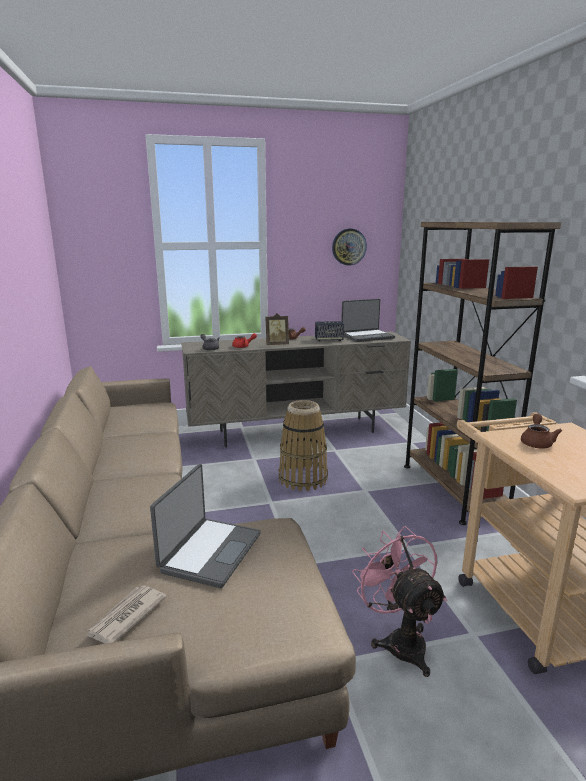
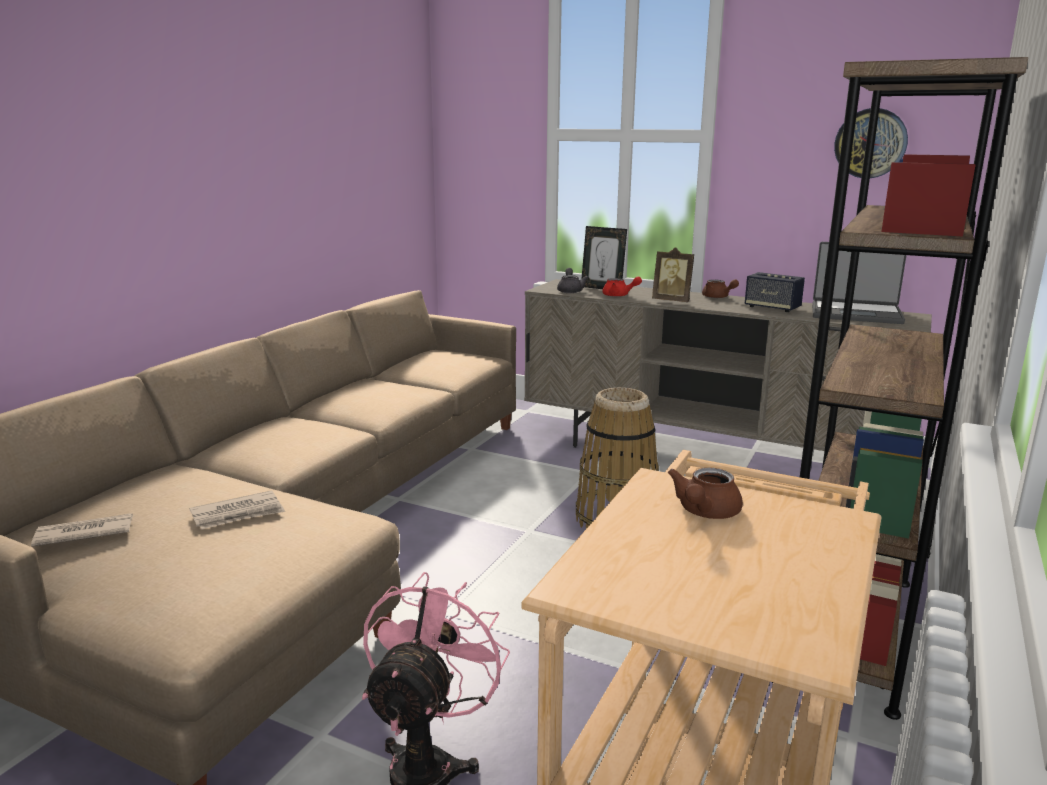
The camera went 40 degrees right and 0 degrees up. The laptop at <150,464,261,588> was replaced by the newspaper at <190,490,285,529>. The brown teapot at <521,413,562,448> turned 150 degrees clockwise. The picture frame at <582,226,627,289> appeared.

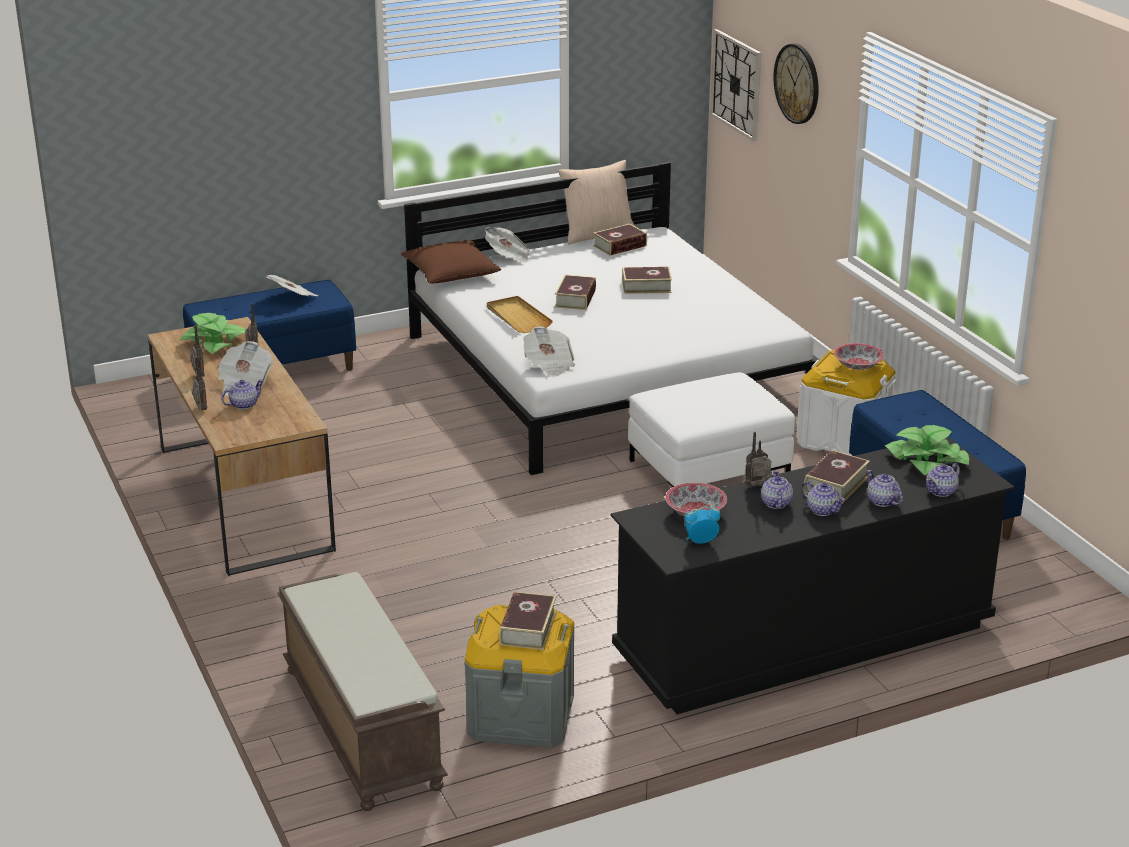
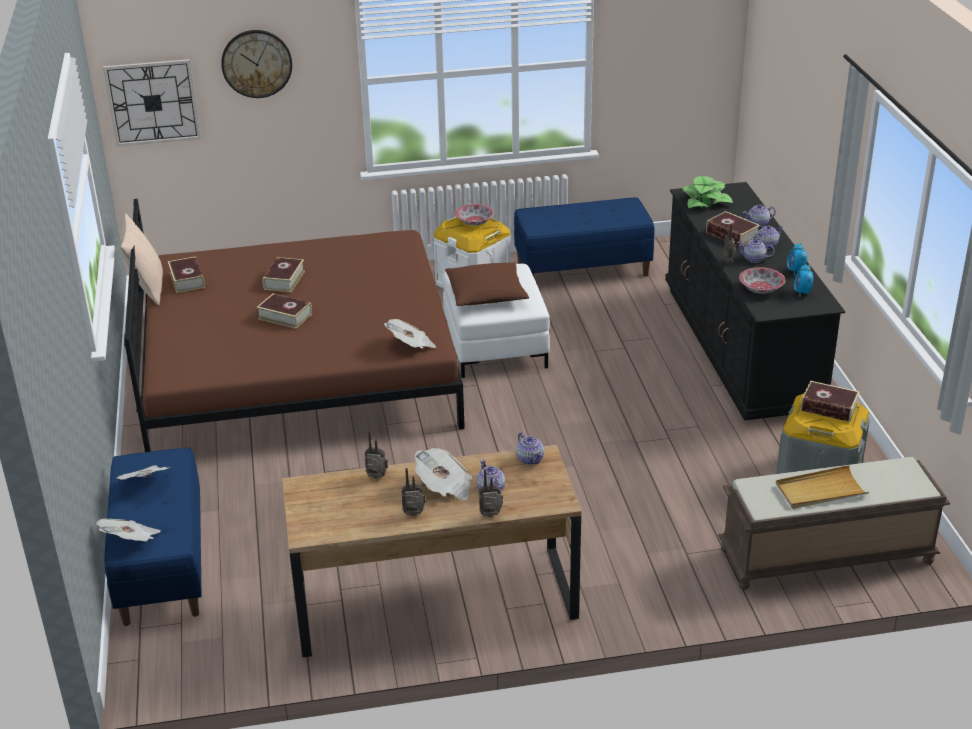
The camera went 75 degrees left and 5 degrees up. The potted plant at <179,313,246,354> disappeared. The brown pillow moved from <401,241,501,283> to <445,262,529,306>. The white bed at <404,162,819,475> became the brown bed at <124,199,465,452>. The newspaper moved from <485,227,530,263> to <96,519,161,542>. The beige tray moved from <487,296,553,333> to <776,465,869,509>. The teapot moved from <926,463,960,497> to <516,432,544,465>. The alarm clock at <787,243,807,276> appeared.

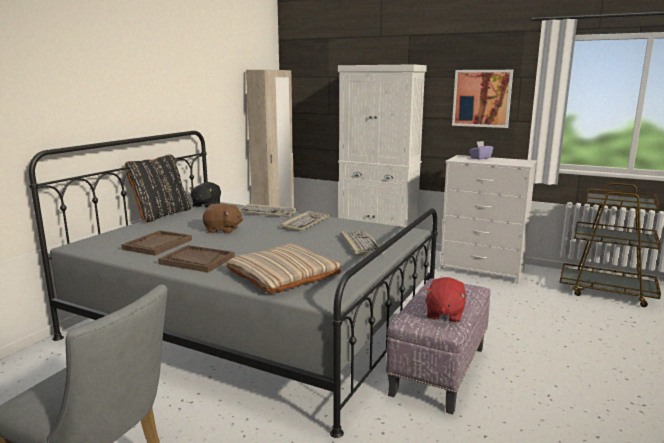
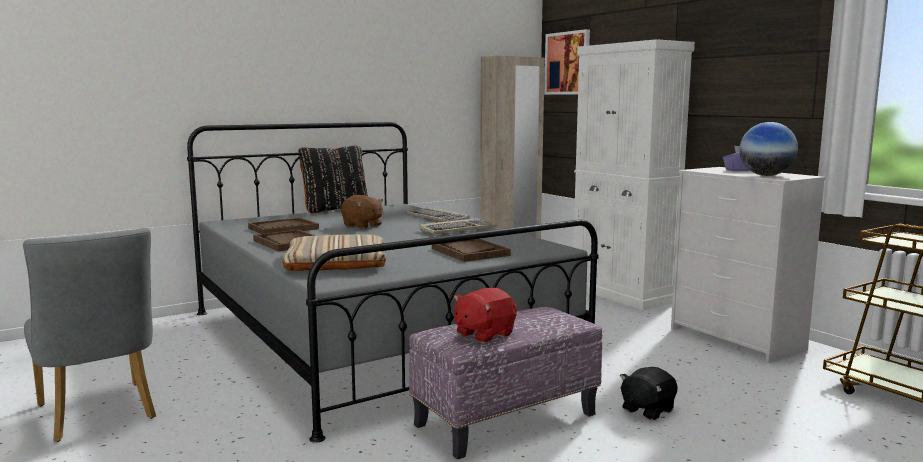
The camera went 30 degrees right and 5 degrees down. The black plush toy moved from <189,182,221,208> to <620,367,677,420>. The keyboard at <341,231,385,256> was replaced by the brown tray at <432,239,511,262>. The picture moved from <452,70,513,128> to <544,29,590,95>. The globe at <739,122,798,176> appeared.

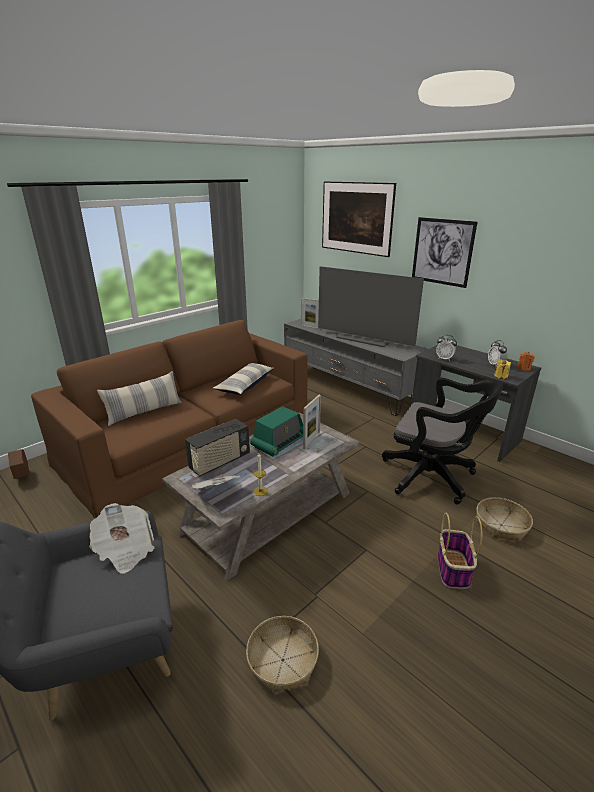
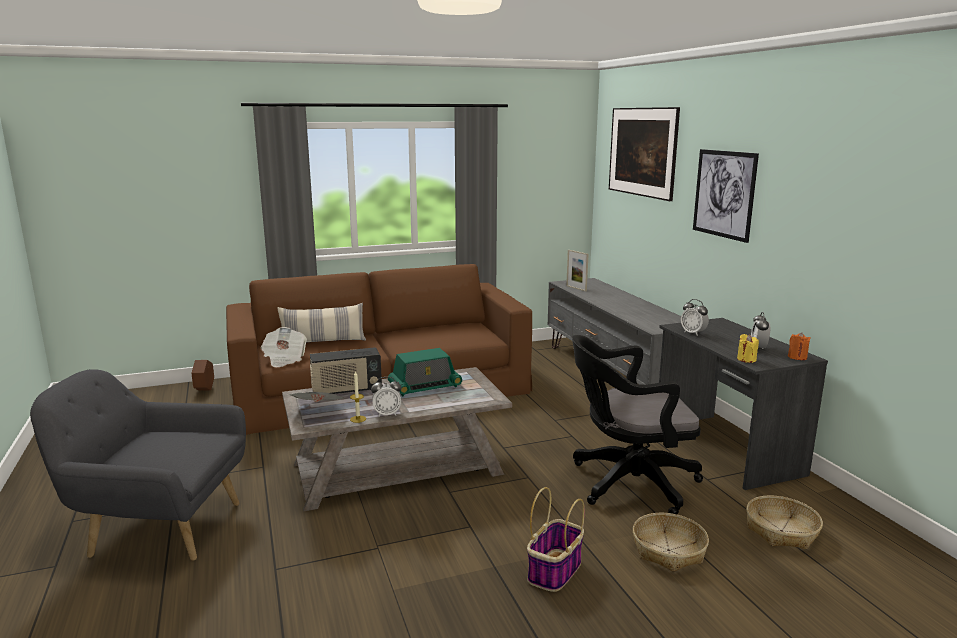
The camera went 25 degrees right and 10 degrees down. The newspaper moved from <90,503,155,573> to <261,327,307,368>. The pillow at <213,363,274,394> disappeared. The basket moved from <246,616,319,693> to <746,495,823,549>. The picture frame at <303,395,321,449> disappeared. The television at <318,266,424,347> disappeared. The black office chair at <382,378,503,504> turned 120 degrees clockwise. The alarm clock at <371,377,402,416> appeared.

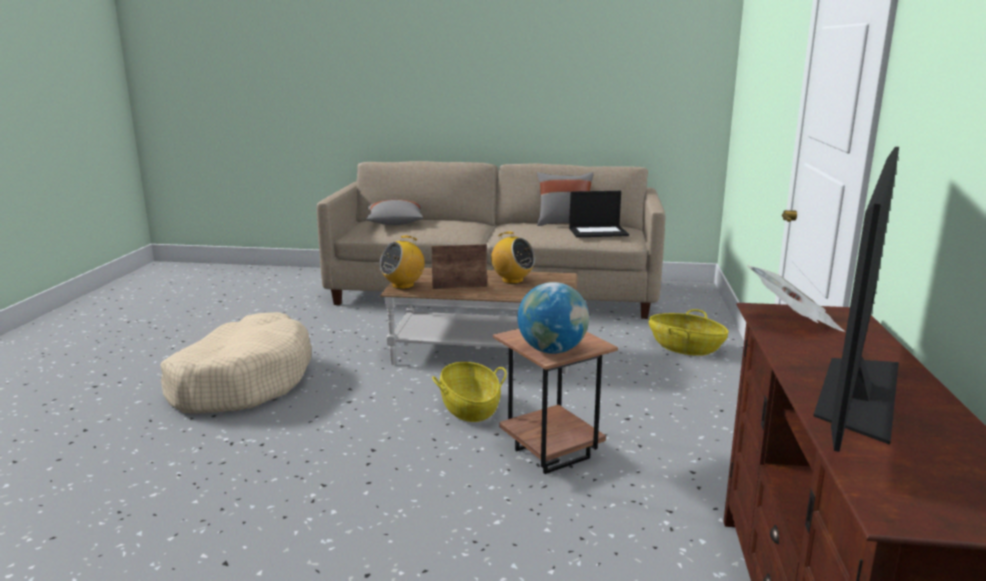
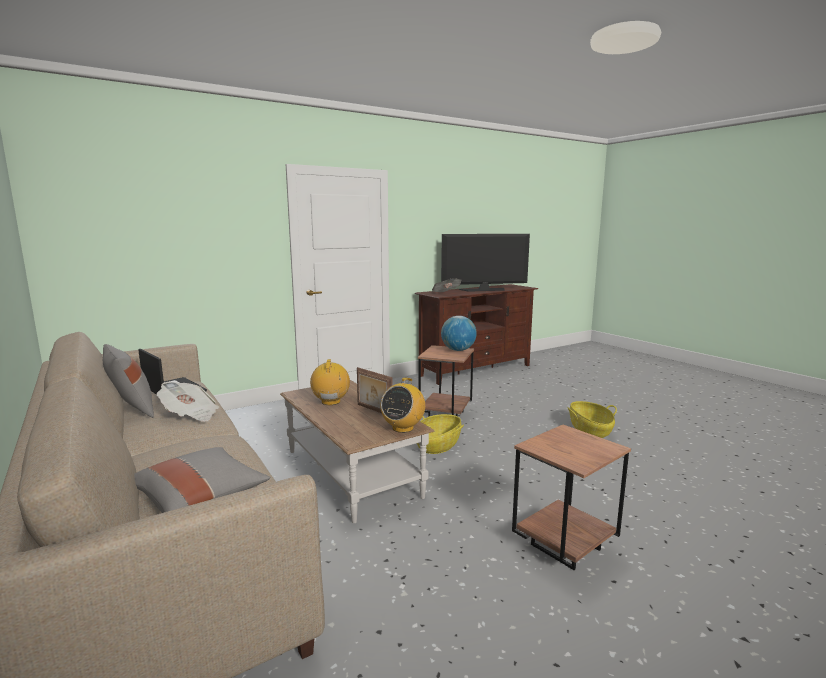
The camera went 130 degrees left and 5 degrees down. The beige dog bed at <160,312,312,414> was replaced by the brown side table at <512,424,631,570>. The radio at <379,235,425,289> turned 105 degrees clockwise. The basket moved from <649,309,729,356> to <567,401,617,438>. The newspaper at <157,382,219,422> appeared.

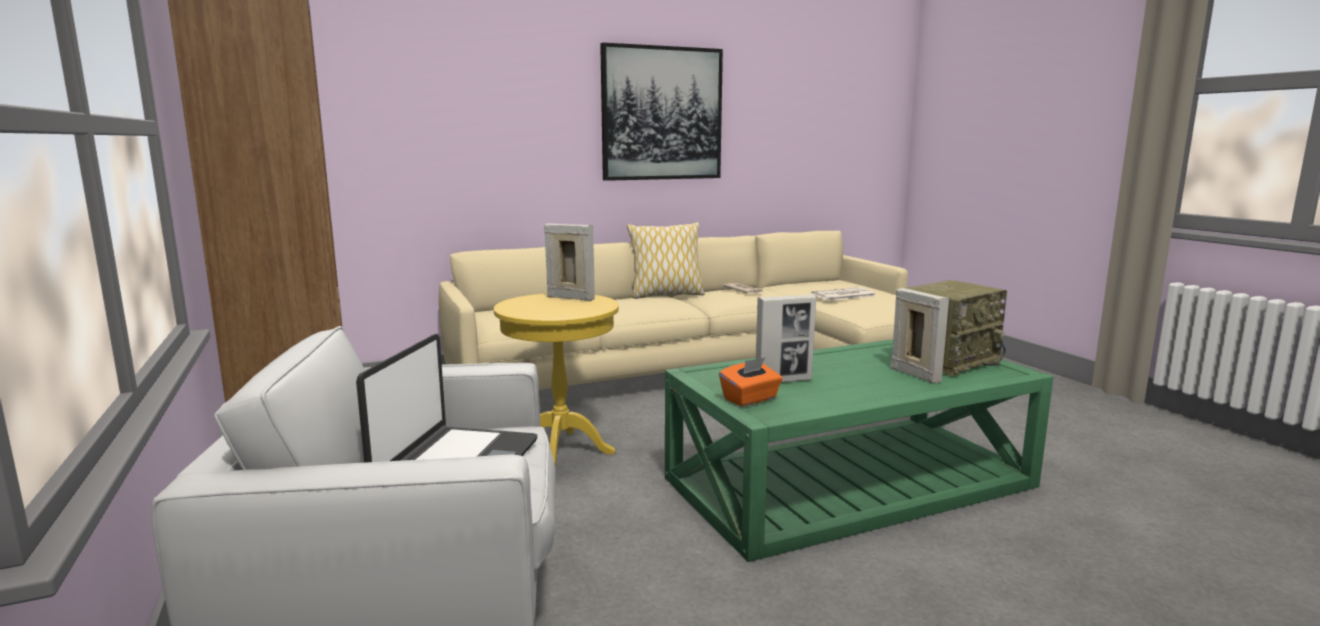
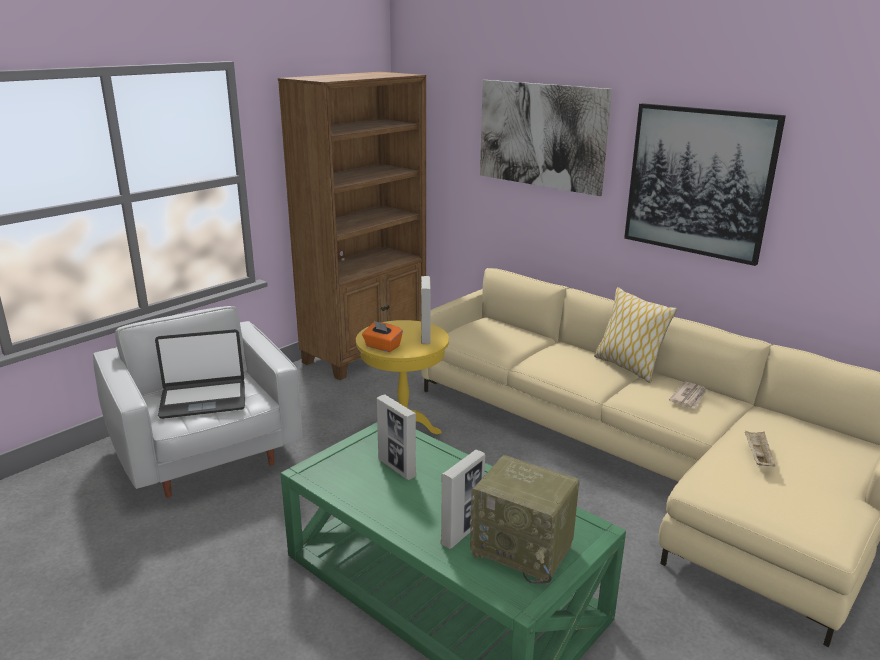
The camera went 65 degrees right and 10 degrees up. The orange tissue box moved from <719,357,782,406> to <362,321,403,352>. The newspaper at <811,287,876,301> was replaced by the beige tray at <745,431,775,466>. The picture at <480,80,612,196> appeared.

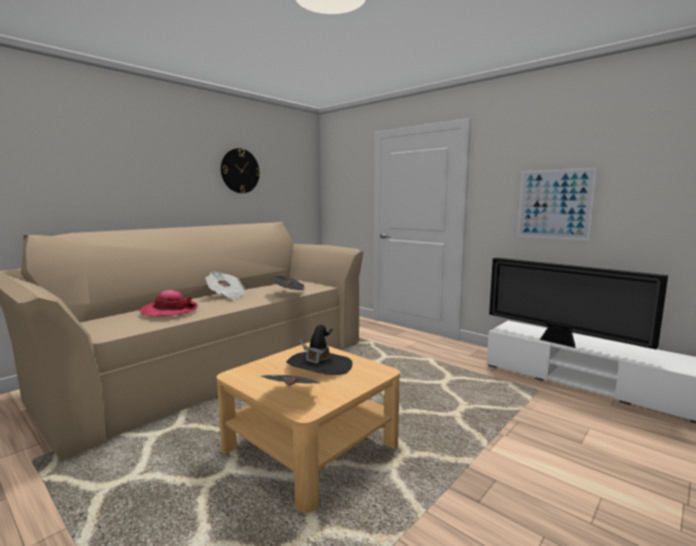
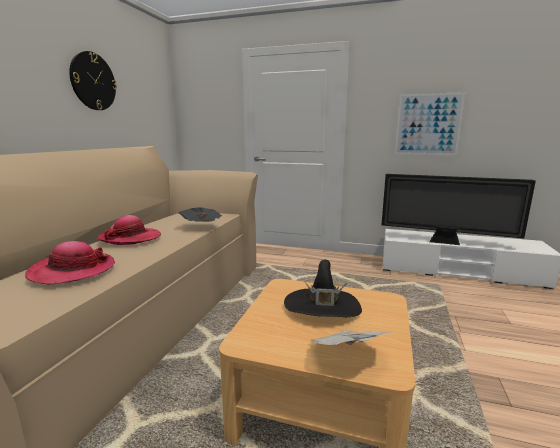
The camera went 25 degrees left and 5 degrees up. The newspaper at <205,272,247,299> was replaced by the hat at <97,215,161,245>.

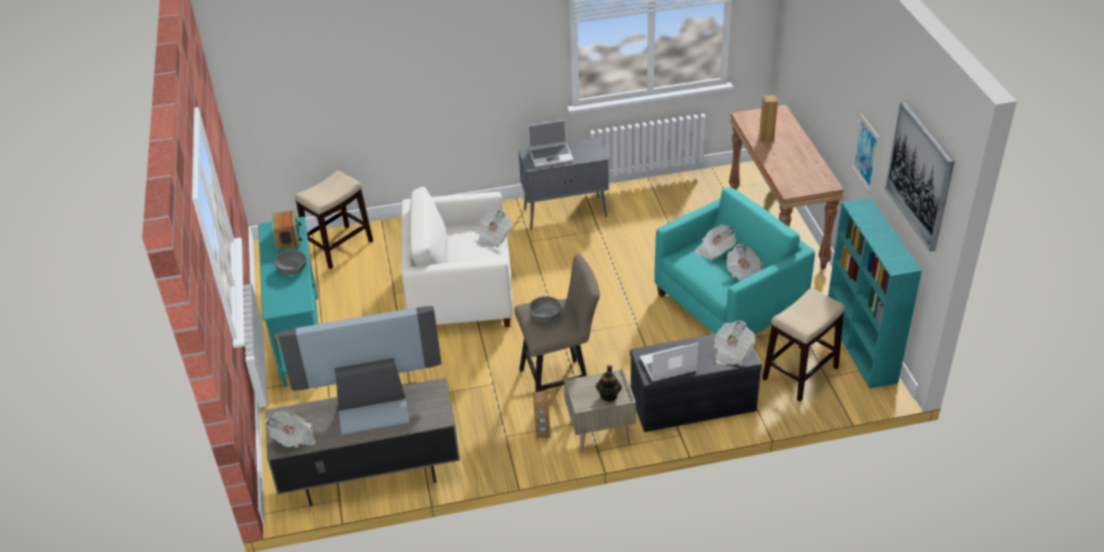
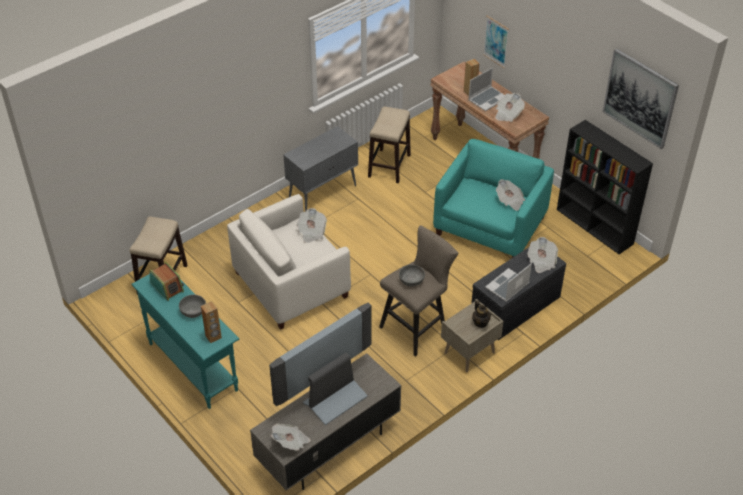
The camera went 30 degrees left and 5 degrees up. The laptop moved from <527,119,574,168> to <468,67,504,111>. The brown speaker moved from <533,391,551,439> to <201,301,222,343>. The newspaper moved from <695,224,736,260> to <495,93,525,122>. The stool moved from <762,288,845,402> to <368,107,411,183>. The turquoise bookcase at <828,198,922,388> became the black bookcase at <557,120,653,254>. The picture moved from <852,114,880,193> to <483,16,509,69>.

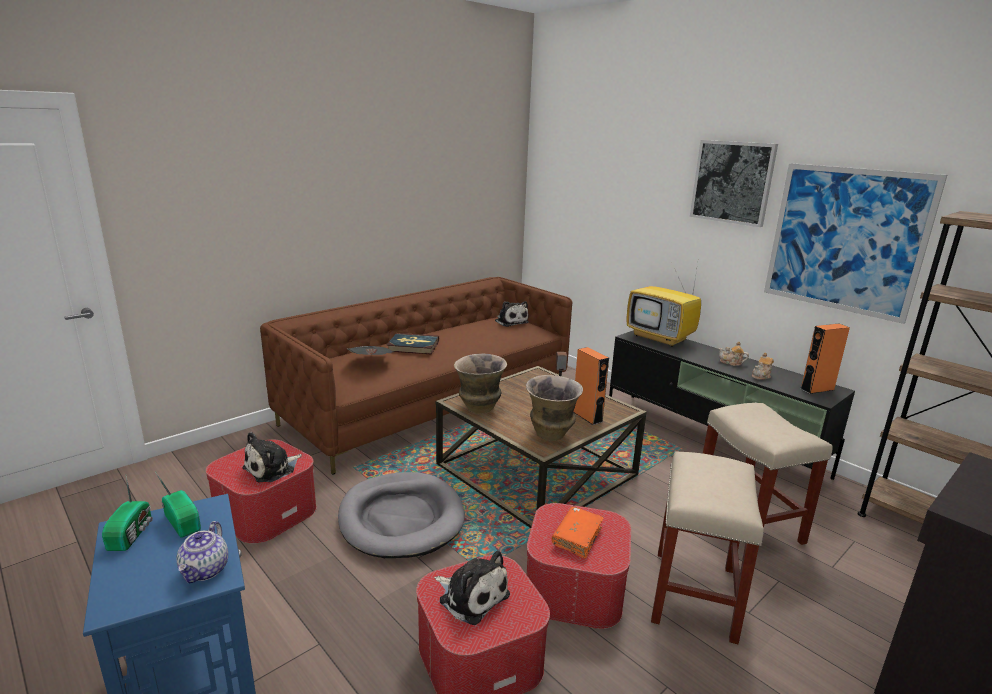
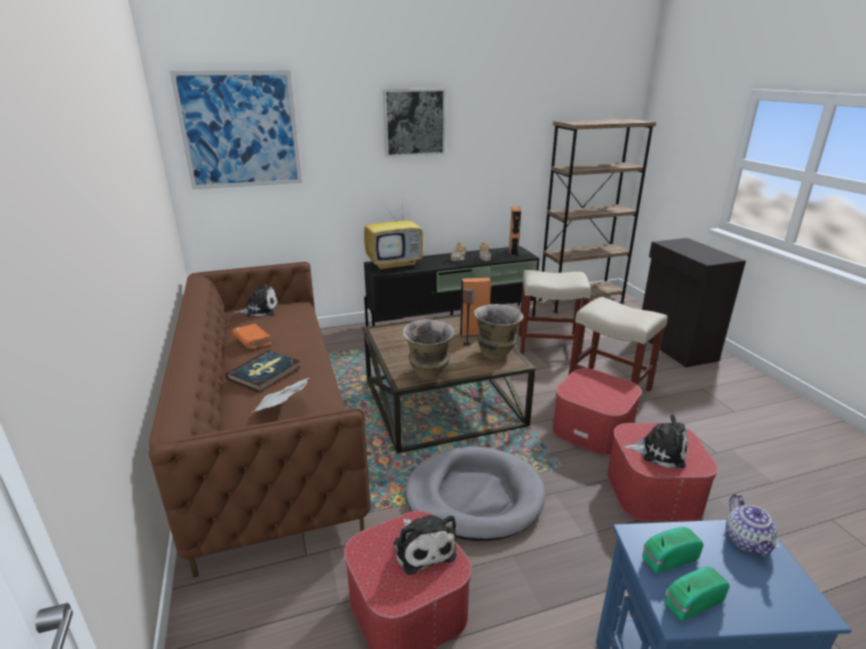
The camera went 65 degrees left and 5 degrees up. The radio at <102,476,153,551> turned 45 degrees counterclockwise. The teapot at <176,521,228,584> turned 60 degrees clockwise. The plush toy at <434,550,510,625> turned 45 degrees clockwise. The orange book moved from <552,507,604,559> to <232,324,272,349>. The picture moved from <764,163,947,324> to <170,70,302,190>.

